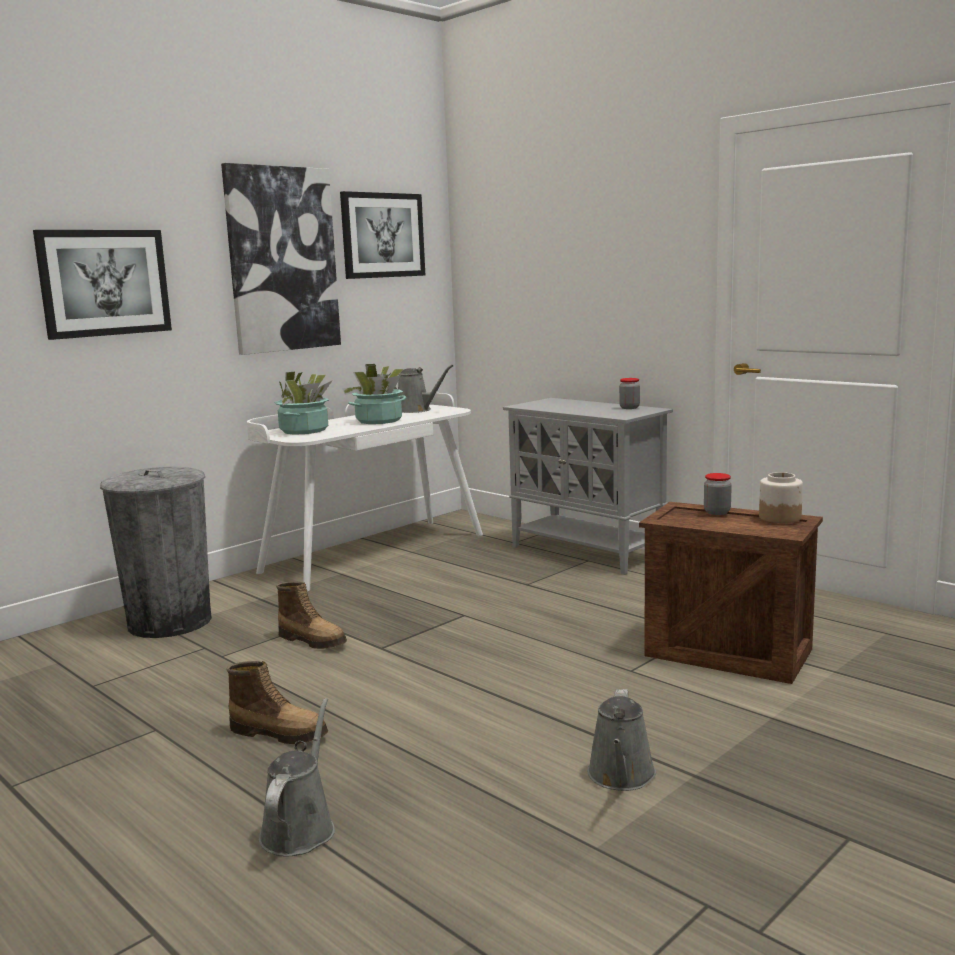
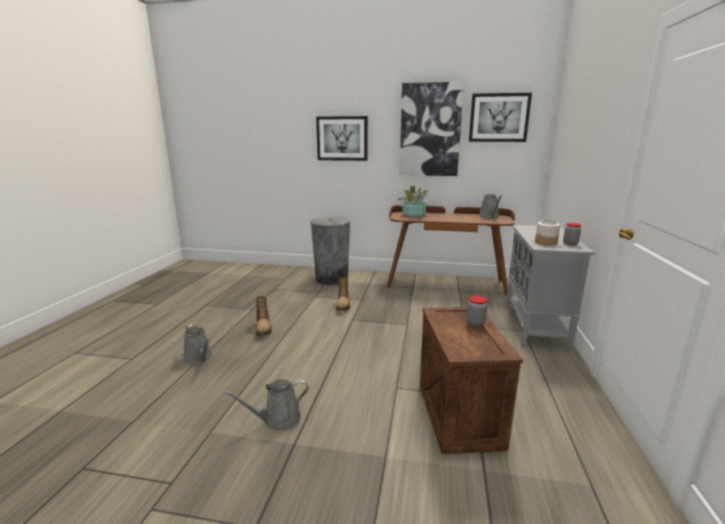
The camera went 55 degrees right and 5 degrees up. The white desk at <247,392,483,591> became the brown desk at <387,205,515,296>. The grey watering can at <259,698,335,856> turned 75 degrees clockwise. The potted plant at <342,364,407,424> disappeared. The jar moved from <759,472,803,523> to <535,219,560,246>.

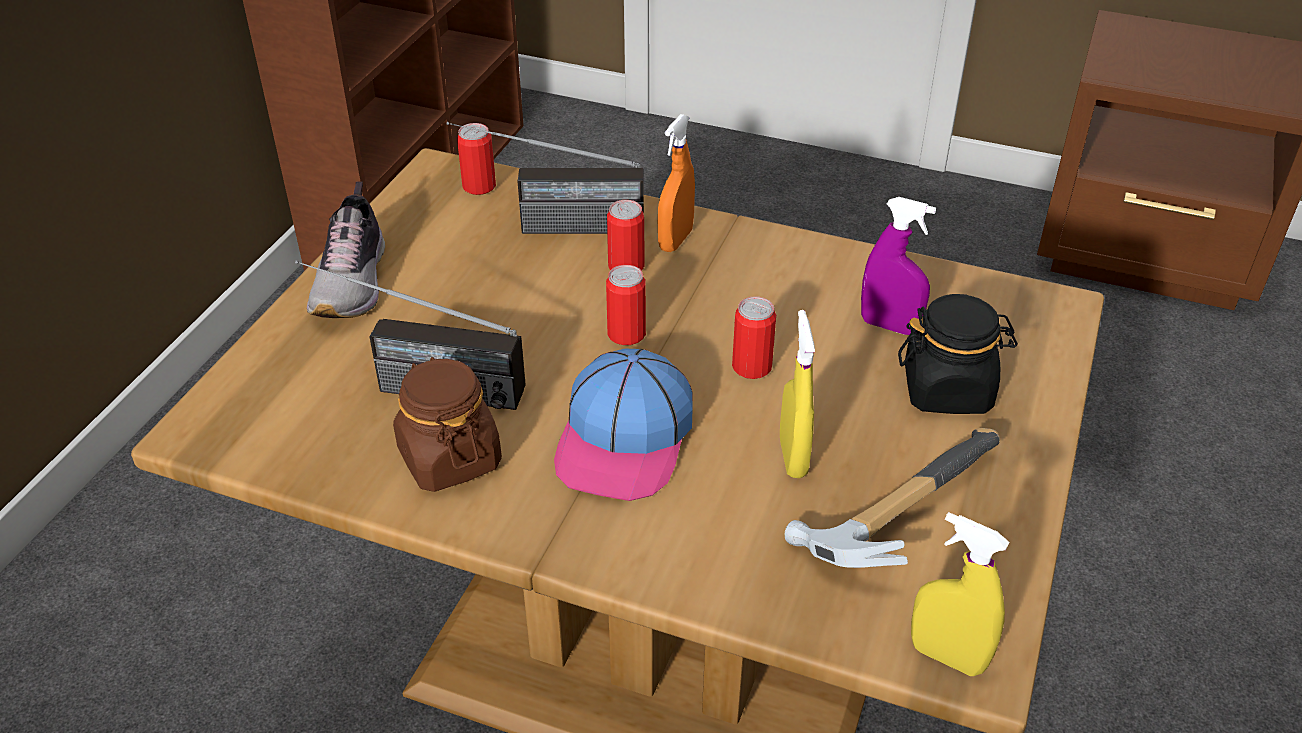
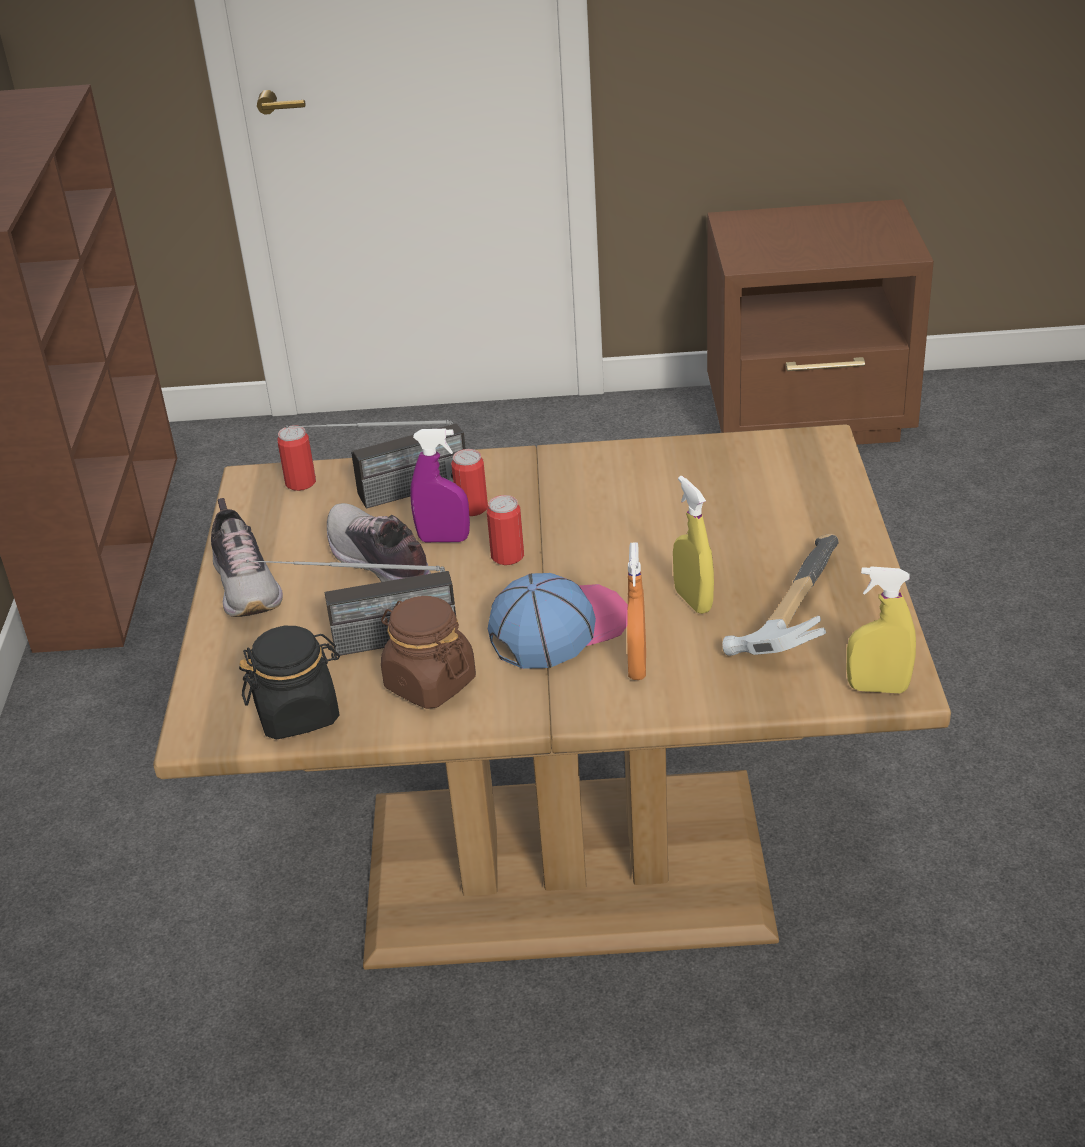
The camera went 20 degrees left and 5 degrees down. The cap at <554,349,693,501> turned 120 degrees counterclockwise. The orange spray bottle moved from <658,114,695,252> to <627,542,646,680>. The can at <732,296,776,379> disappeared. The purple spray bottle moved from <861,197,936,335> to <410,429,470,542>. The black jar moved from <898,294,1018,414> to <239,626,340,740>. The shoe at <327,503,431,582> appeared.

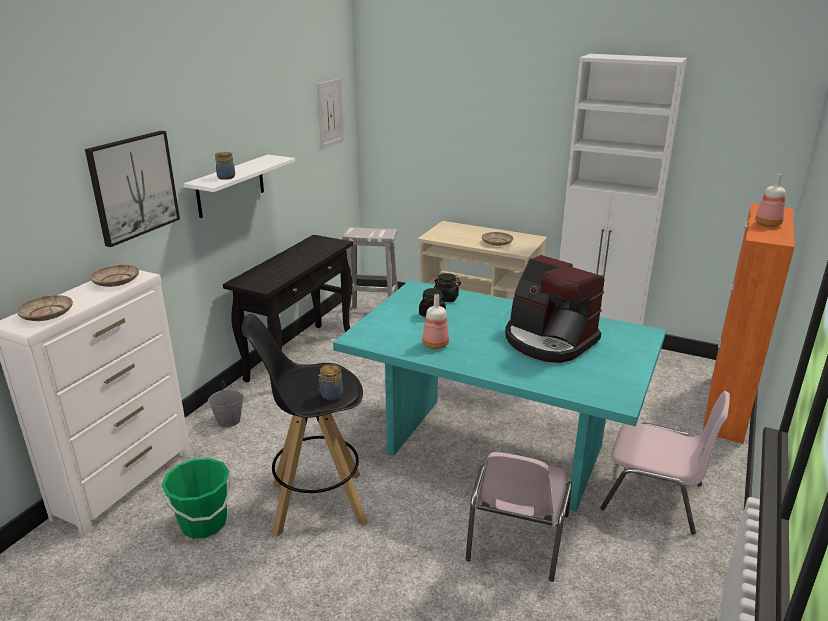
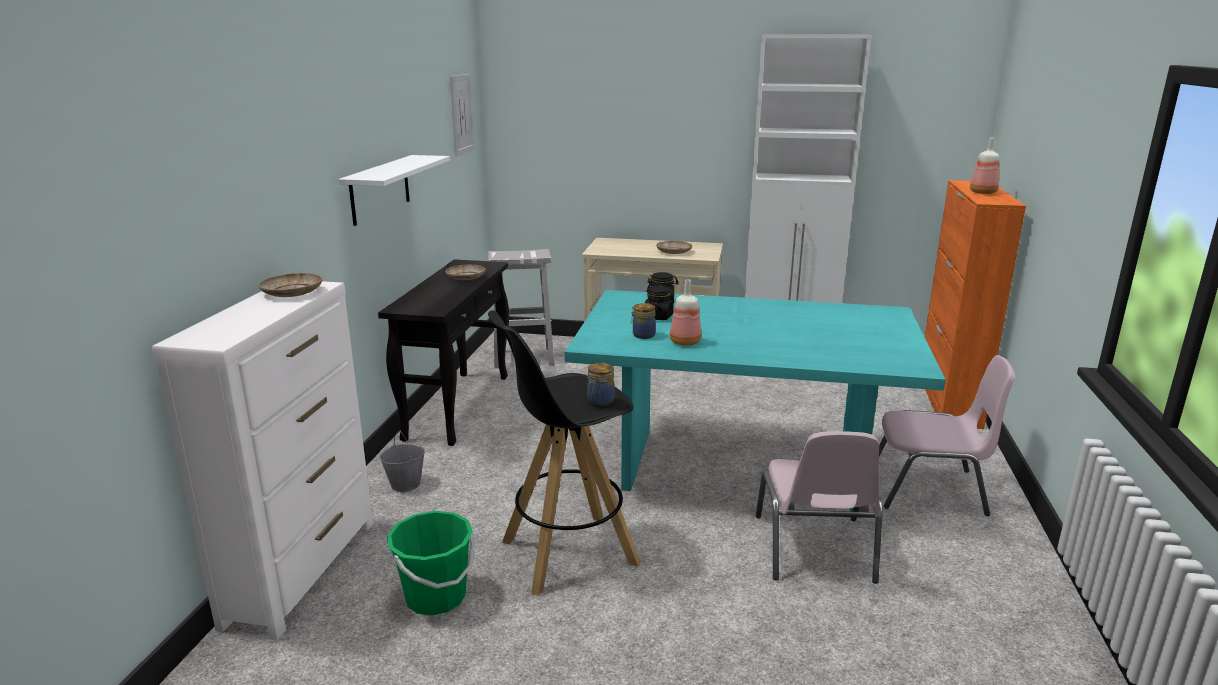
The camera went 15 degrees left and 5 degrees down. The beige plate moved from <17,295,73,321> to <446,265,486,280>. The picture at <85,131,180,247> disappeared. The jar moved from <215,152,235,180> to <631,303,656,339>. The coffee machine at <505,255,604,363> disappeared.

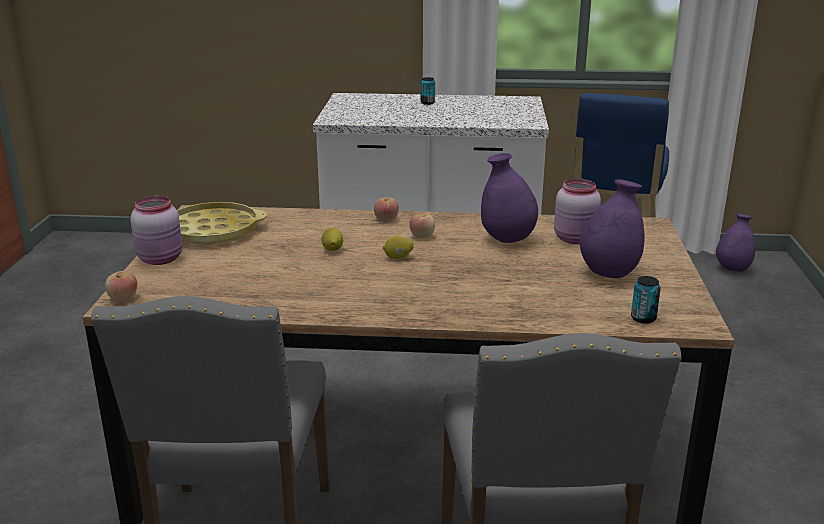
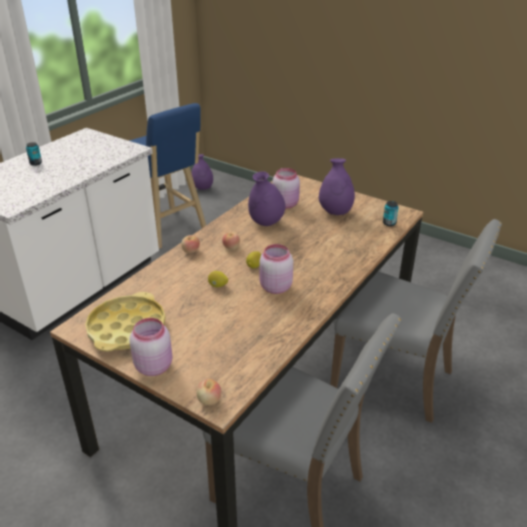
The camera went 60 degrees left and 10 degrees up. The pink jar at <259,244,293,294> appeared.

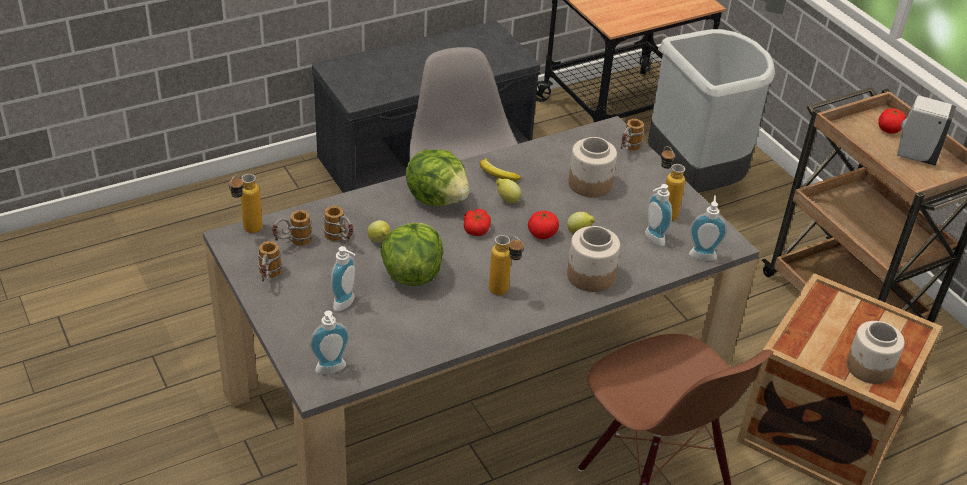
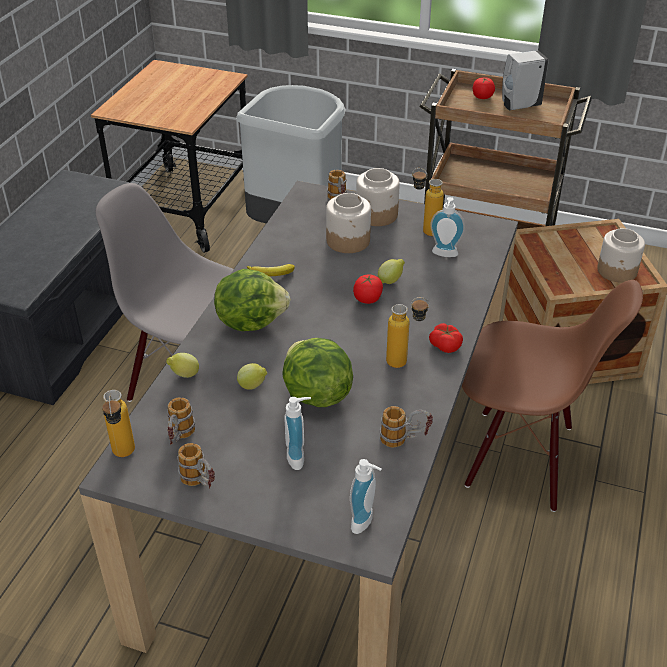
The camera went 40 degrees left and 0 degrees up. The mug moved from <323,206,353,241> to <380,406,433,448>. The tomato moved from <464,209,491,236> to <429,323,463,353>. The lemon moved from <496,178,521,203> to <166,353,199,378>. The jar moved from <567,226,620,292> to <356,168,400,226>. The soap dispenser at <689,195,727,261> disappeared.

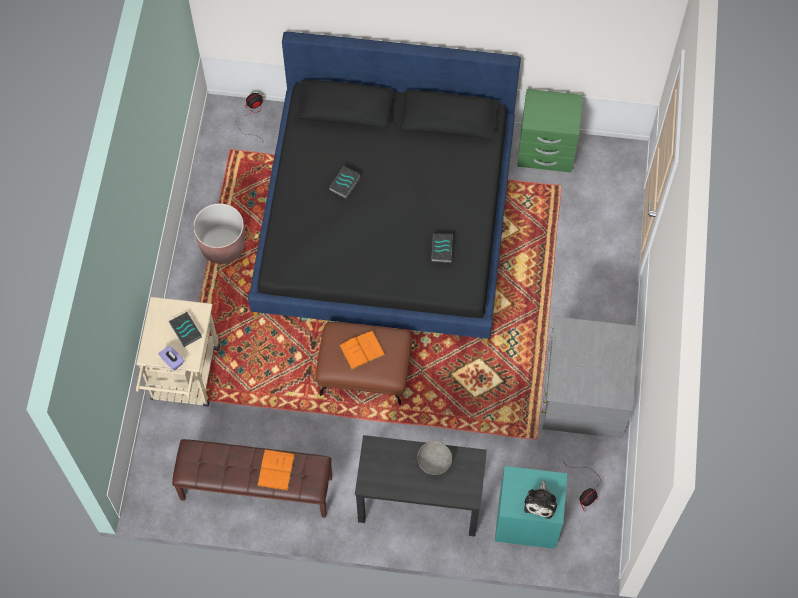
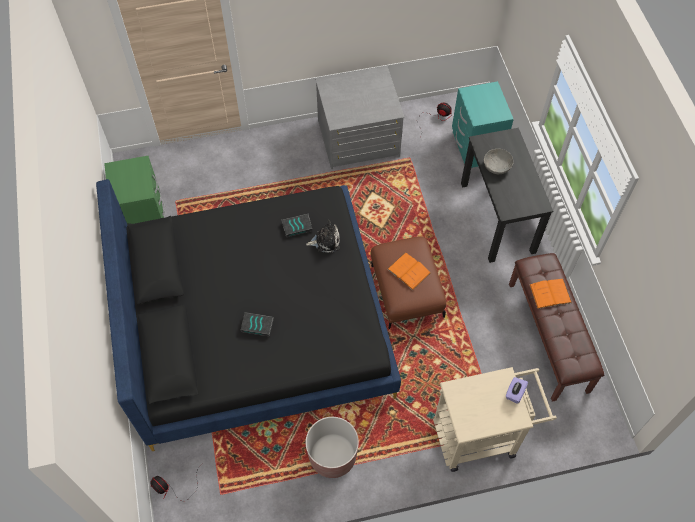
The camera went 110 degrees left and 5 degrees down. The book at <169,312,202,347> disappeared. The plush toy moved from <524,480,557,519> to <306,220,340,253>.

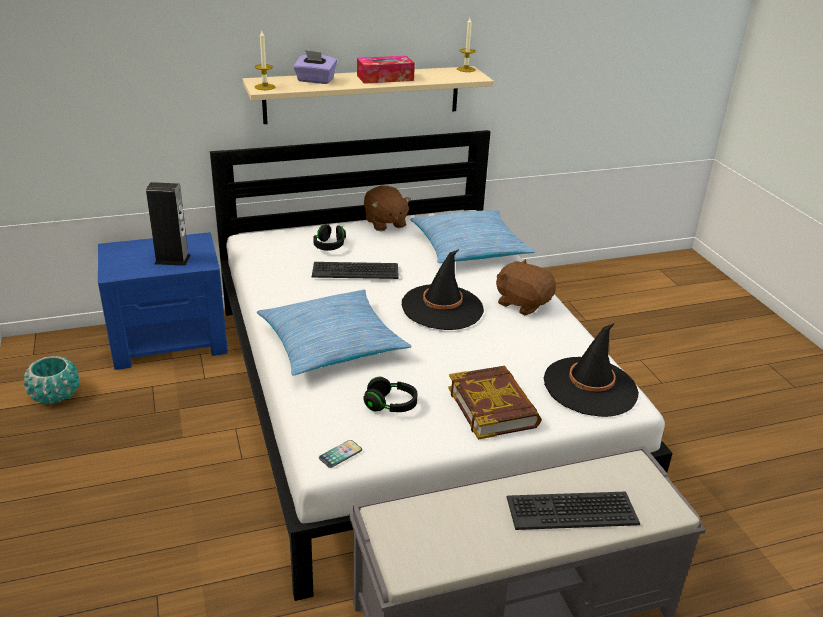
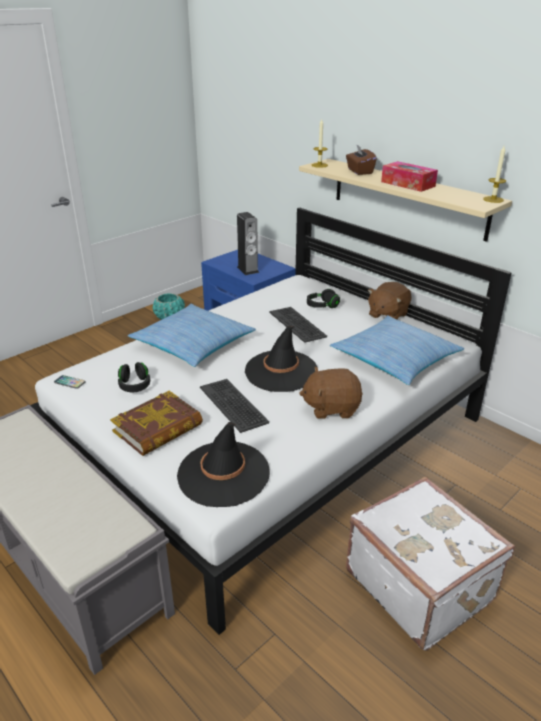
The camera went 65 degrees right and 0 degrees up. The purple tissue box at <293,50,337,84> became the brown tissue box at <346,145,377,175>. The brown plush toy at <496,259,556,315> turned 105 degrees counterclockwise. The keyboard moved from <507,492,640,530> to <200,379,269,433>. The white suitcase at <346,477,515,651> appeared.

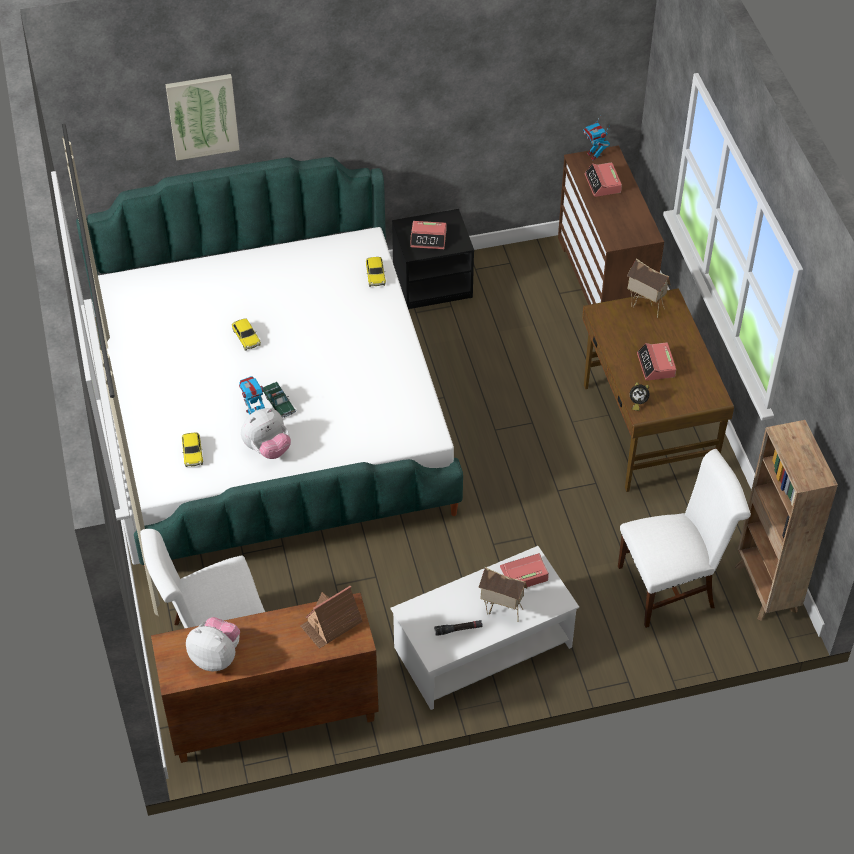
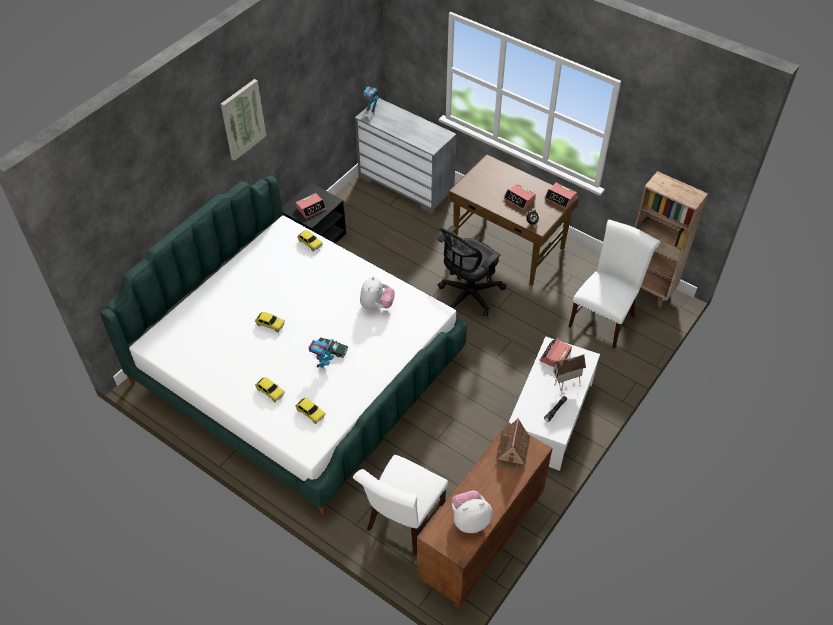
The camera went 40 degrees left and 0 degrees up. The picture moved from <165,74,240,161> to <221,79,266,161>. The plush toy moved from <241,408,291,459> to <360,276,395,310>. The brown dresser at <558,146,664,305> became the grey dresser at <355,98,457,214>. The alarm clock moved from <584,162,622,197> to <545,183,577,209>. The toy house at <627,258,670,318> disappeared. The toy car at <255,377,285,402> appeared. The black office chair at <438,226,506,317> appeared.

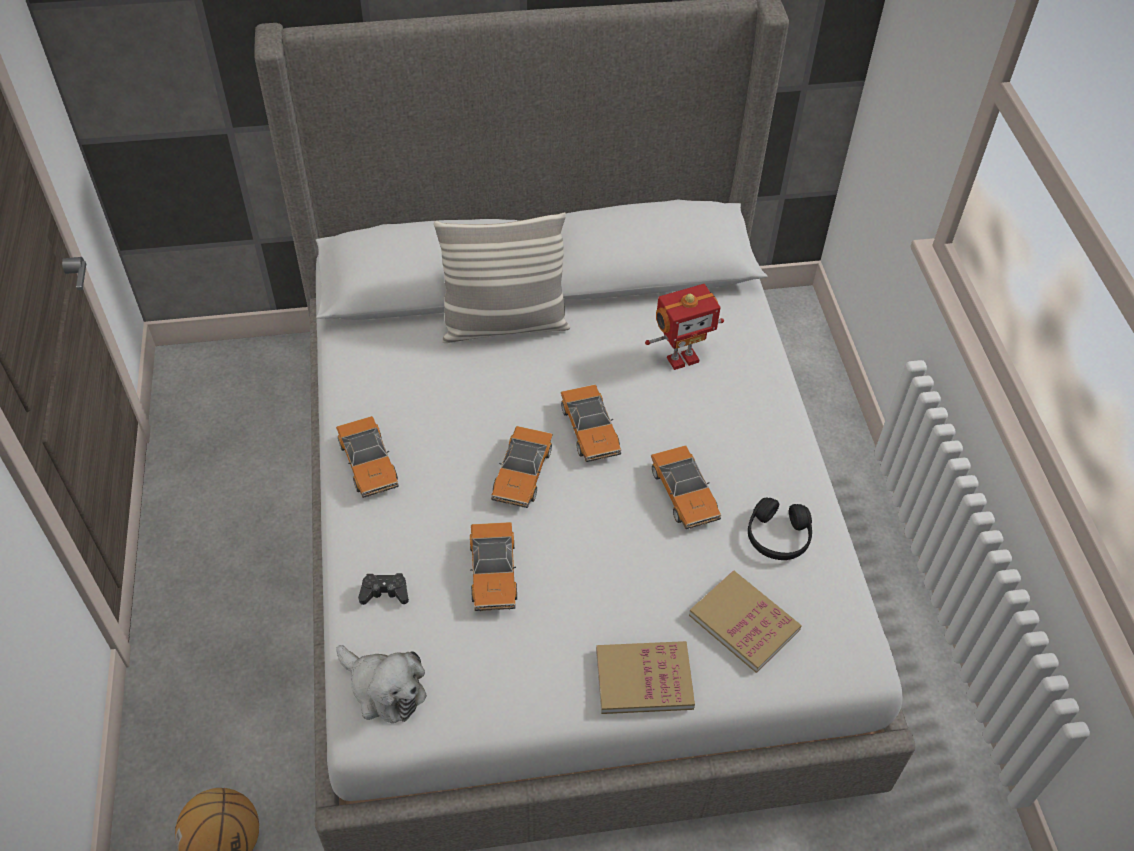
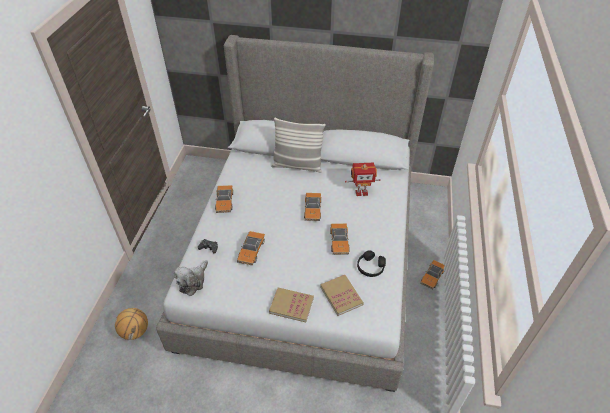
The camera went 20 degrees right and 5 degrees down. The plush toy at <336,645,427,723> turned 60 degrees clockwise. The toy car moved from <491,426,553,508> to <420,260,445,289>.

